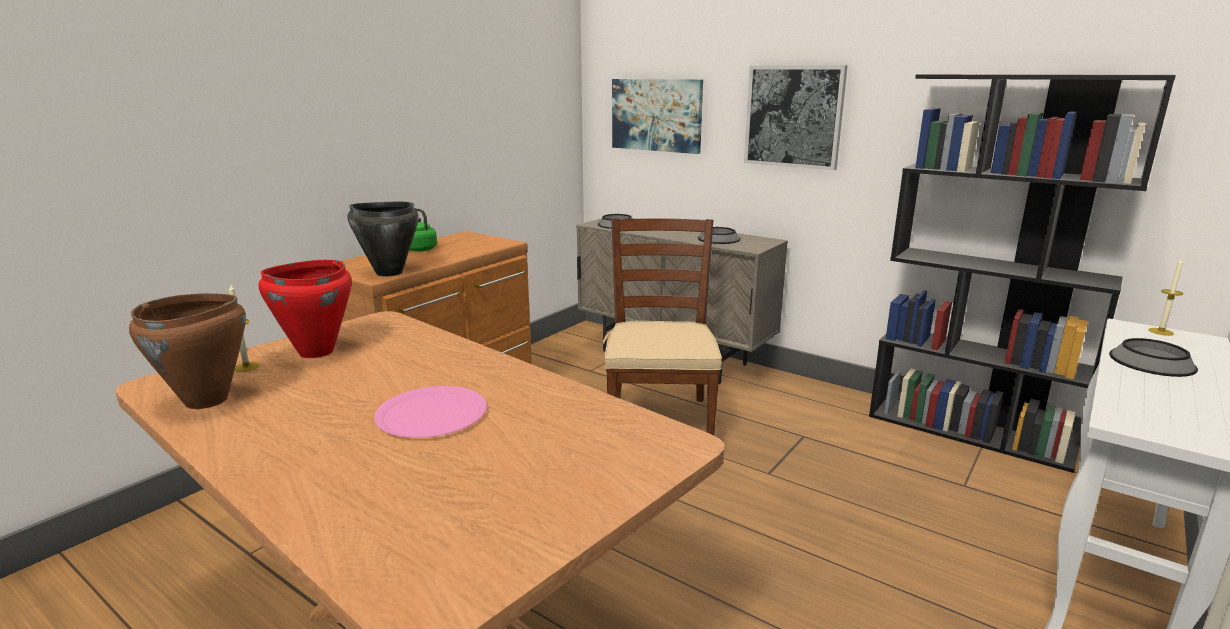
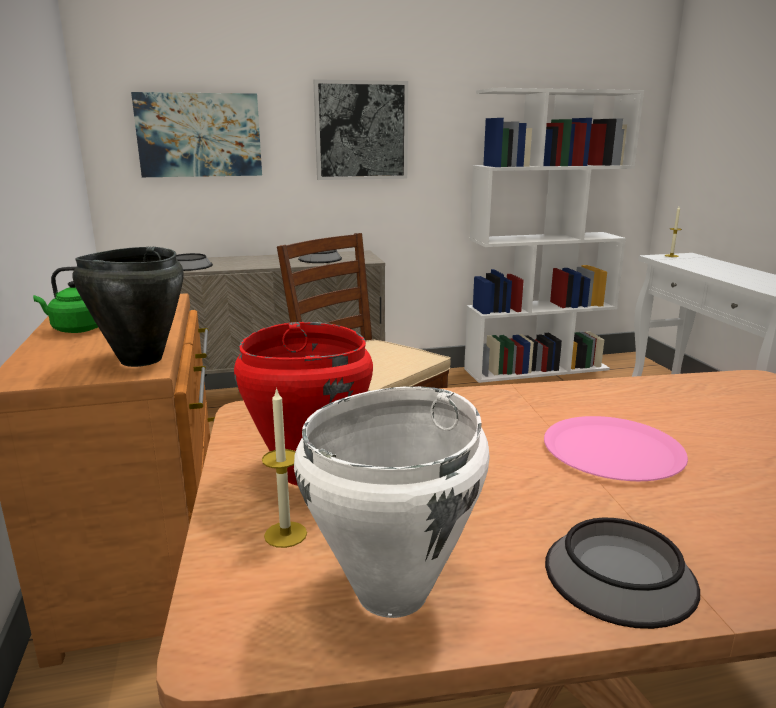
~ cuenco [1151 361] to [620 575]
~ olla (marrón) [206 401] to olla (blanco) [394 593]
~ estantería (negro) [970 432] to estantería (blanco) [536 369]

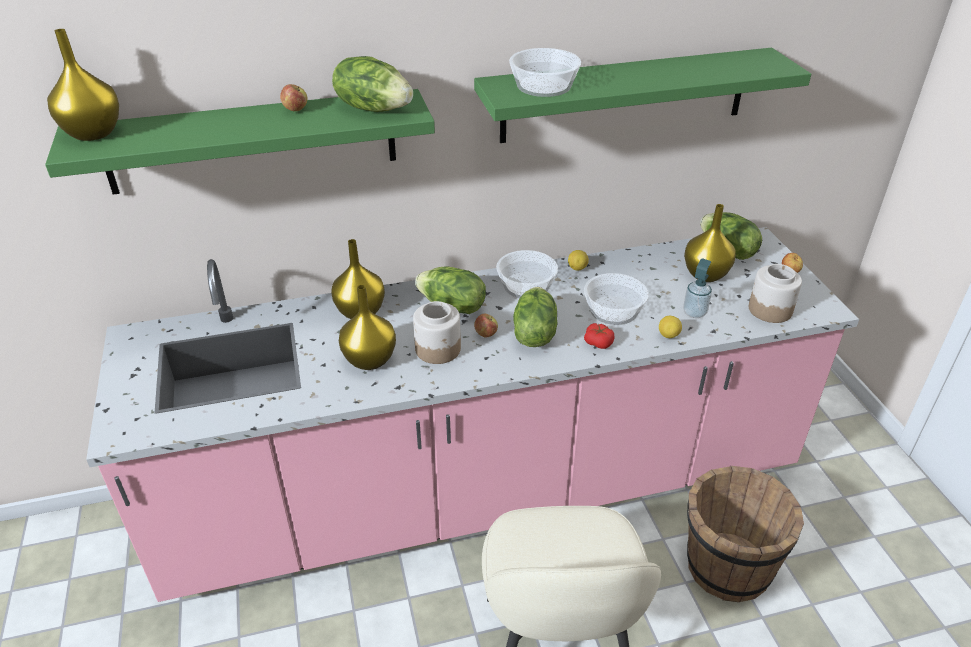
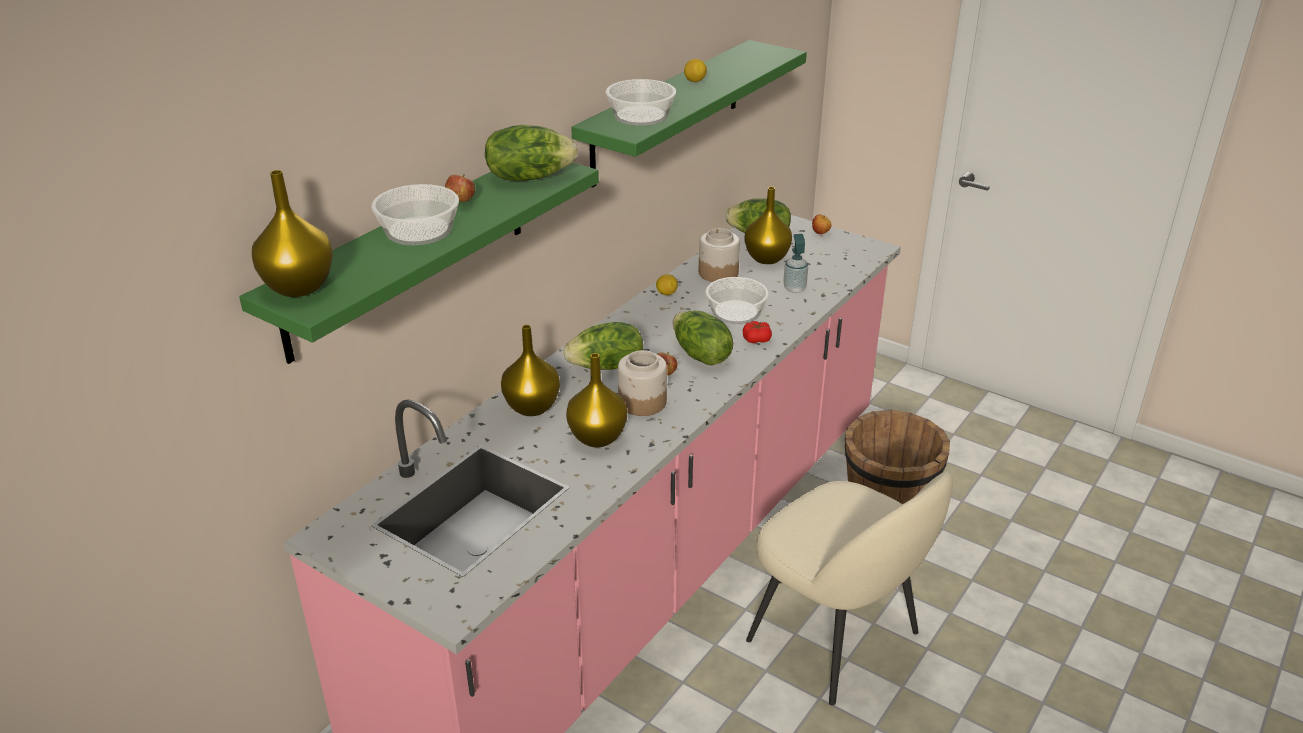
~ cuenco [526 285] to [419 230]
~ limón [668 335] to [695 81]
~ tarro [770 309] to [718 273]

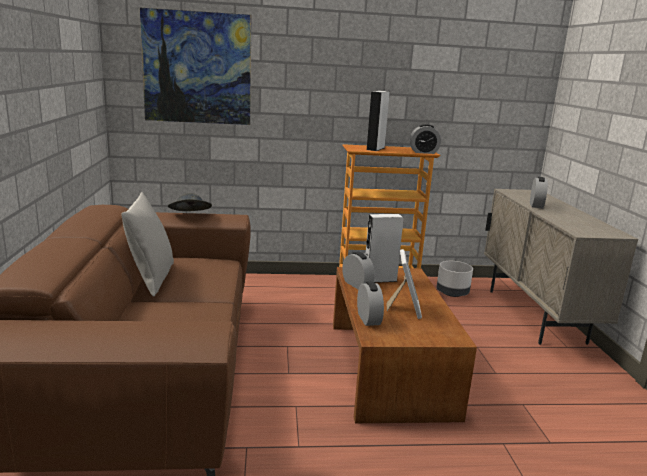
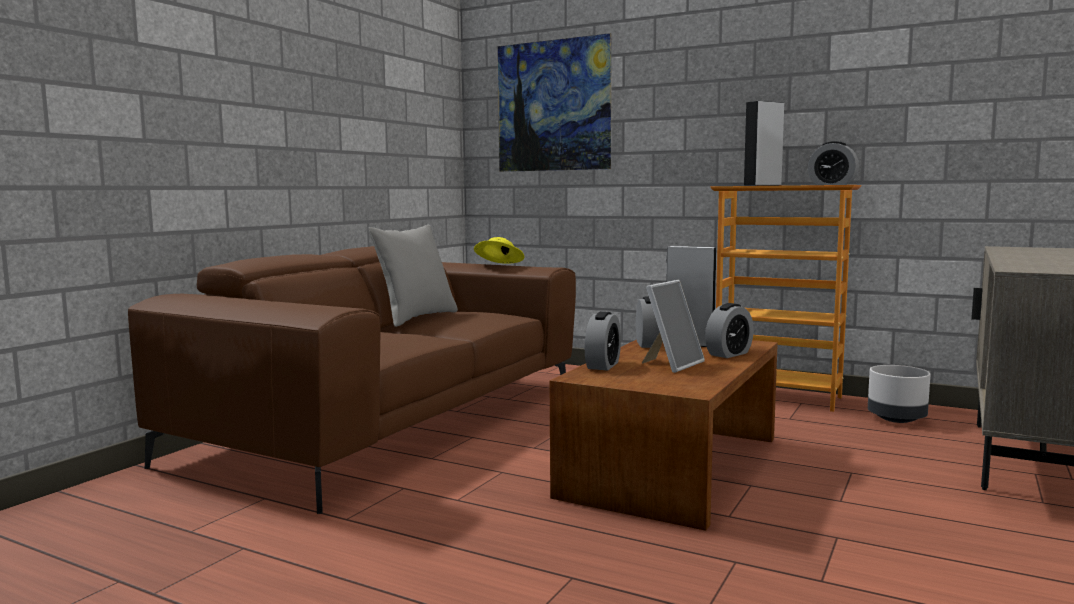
~ despertador [536 205] to [729 354]
~ sombrero (gris) [189 216] to sombrero (amarillo) [498 265]

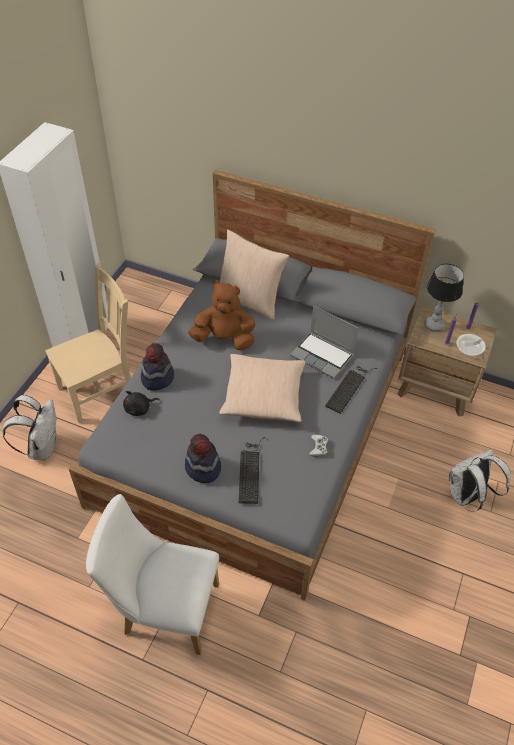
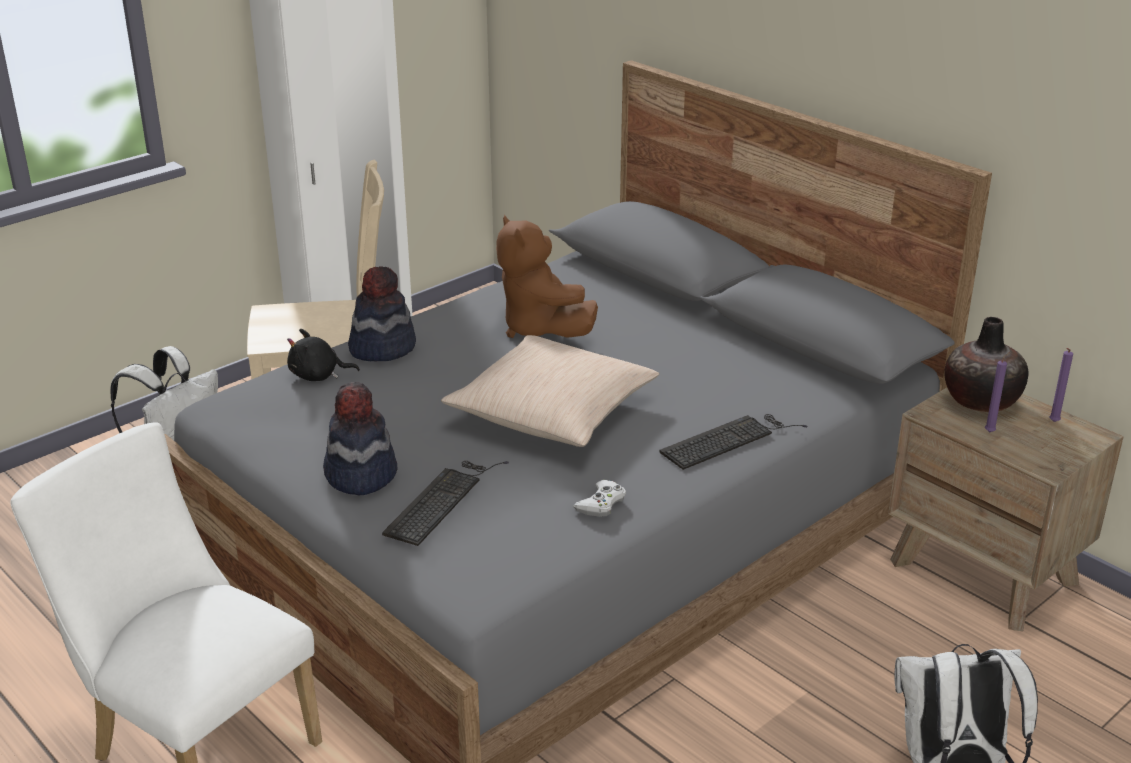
- cojín (beis) [250 299]
- portátil [323 356]
- cuenco [469 350]
~ lámpara de mesa [434 325] to florero [981 401]
~ peluche (marrón) [224 339] = [541 329] 150 degrees counterclockwise

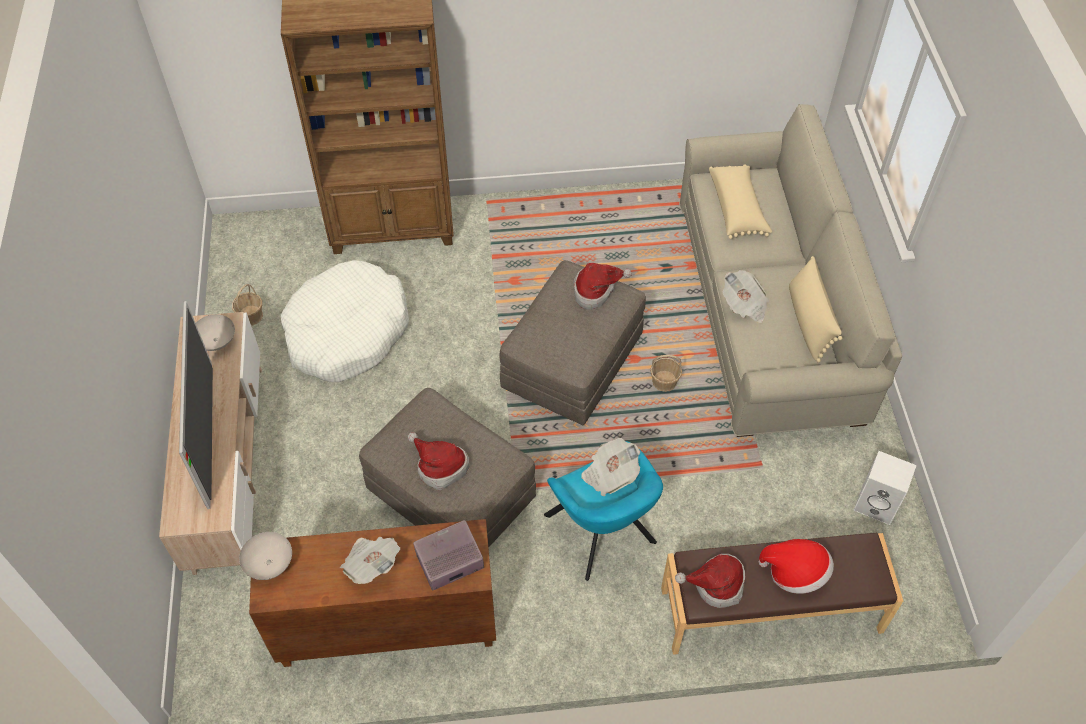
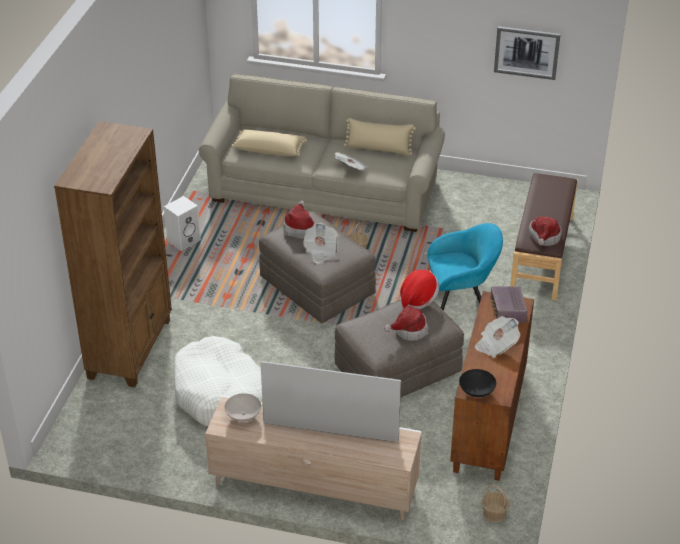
+ cuadro [526 52]
~ cesta [251 316] to [494 513]
~ periódico [610 474] to [321 251]
~ sombrero [795 573] to [417 299]
~ altavoz (blanco) [877 504] to [184 240]
~ cuenco (blanco) [268 563] to cuenco (negro) [476 392]

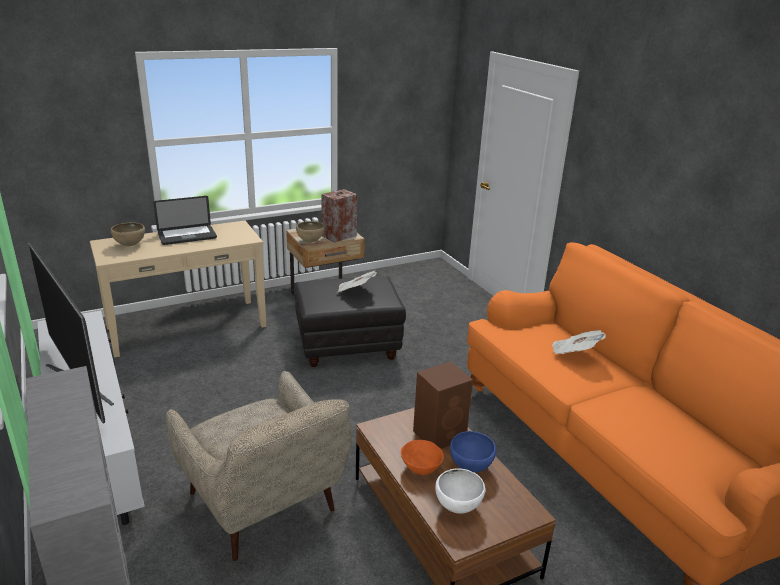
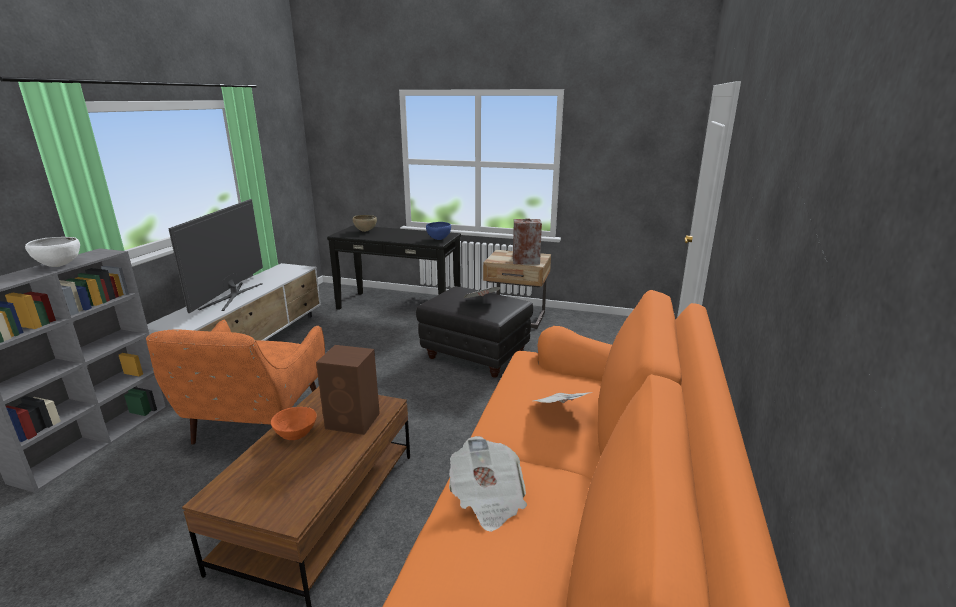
- portátil [187 236]
- cuenco (marrón) [310 241]
+ periódico [487 499]
~ cuenco (blanco) [458 507] to [59 266]
~ cuenco (azul) [470 467] to [439 239]
~ mesa consola (beis) [187 327] to mesa consola (negro) [399 306]
~ sillón (beis) [265 507] to sillón (naranja) [255 425]

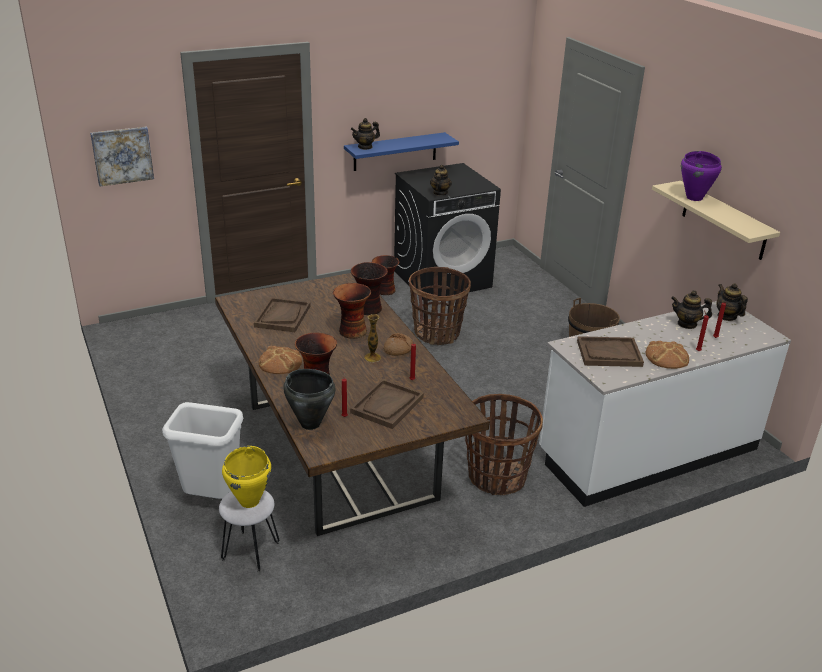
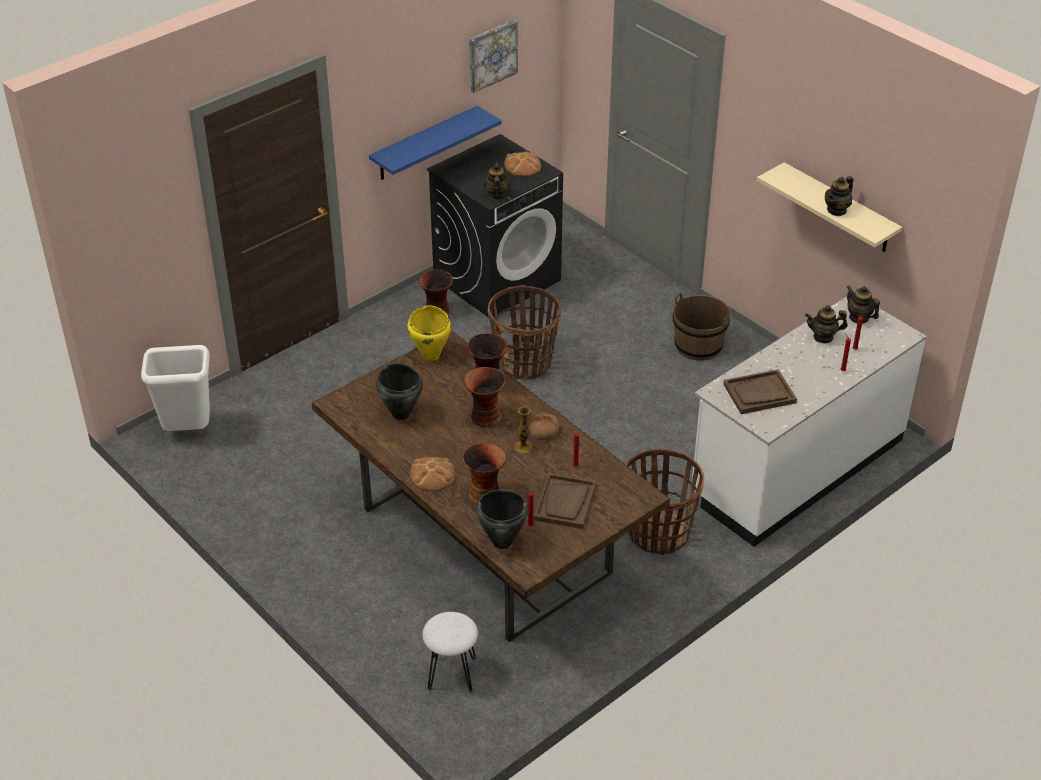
- olla (morado) [694 198]
~ cuadro [122 155] to [492 55]
~ papelera (blanco) [211 499] to [187 432]
~ olla (amarillo) [250 501] to [431 355]
~ tetera [365 147] to [837 210]
~ pan [666 357] to [522 166]
~ bandeja (marrón) [282 316] to olla (negro) [401 413]

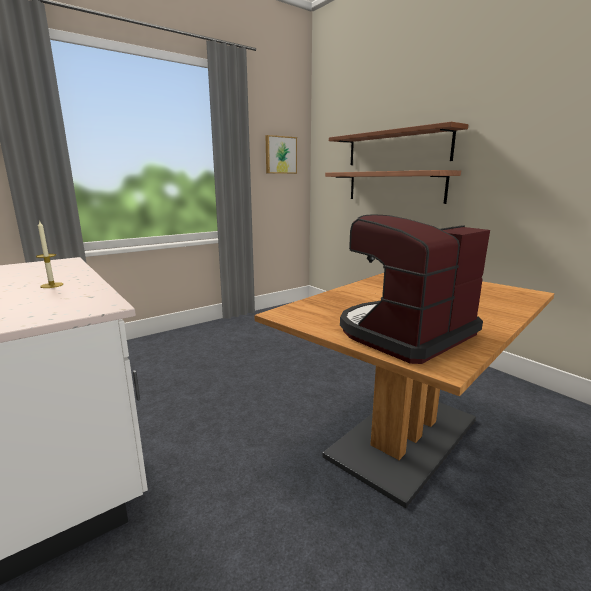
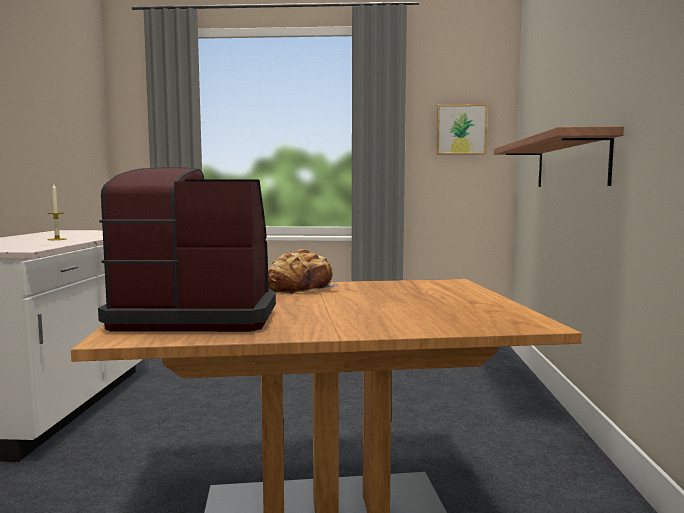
- estante (marrón) [396 148]
+ pan [300 288]

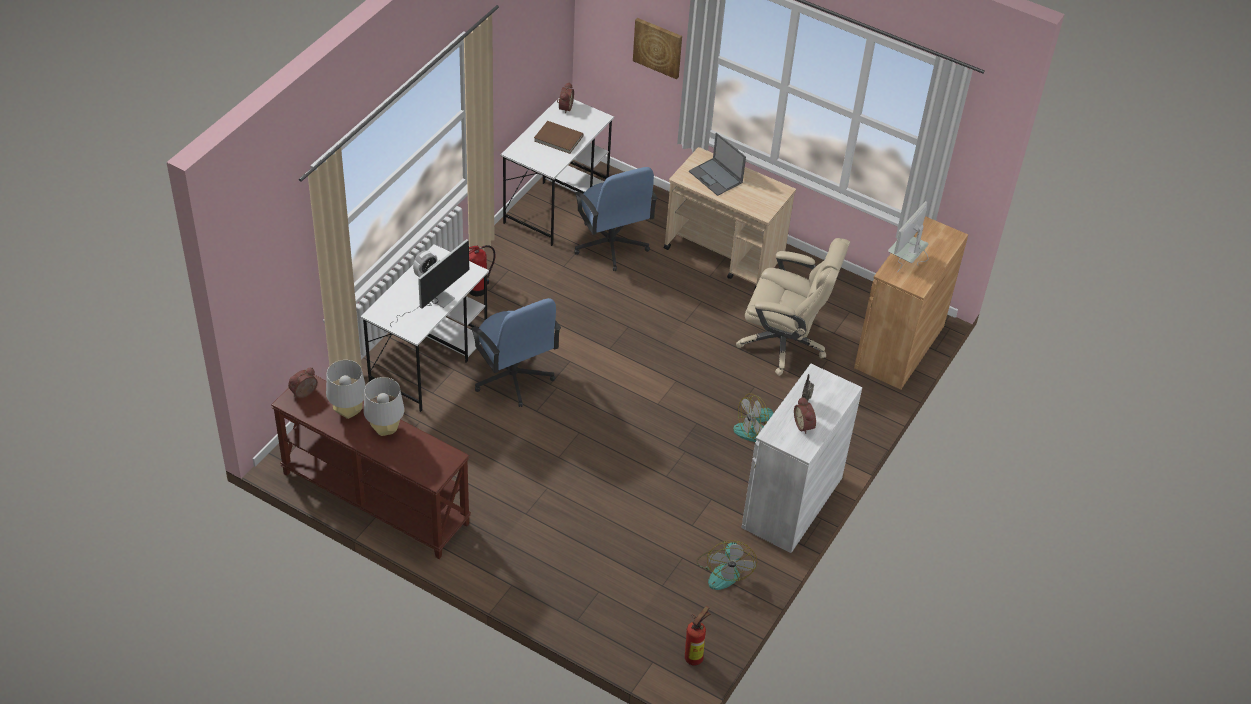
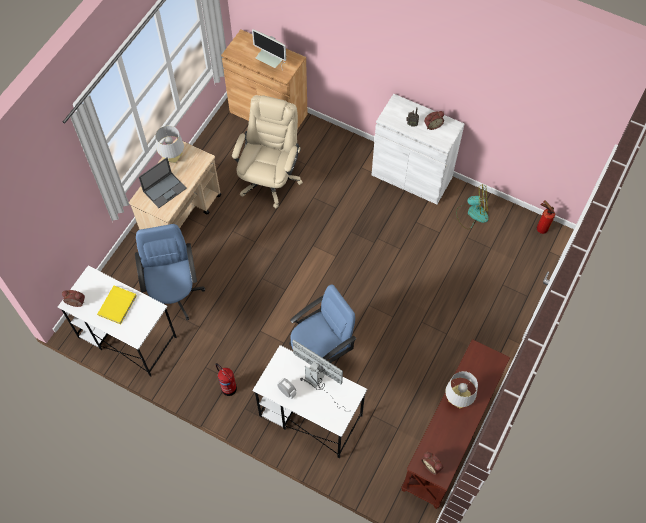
- cuadro [658 47]
- ventilador [757 430]
~ lámpara de mesa (gris) [348 412] to [173 158]
~ libro (marrón) [558 139] to libro (amarillo) [118 305]
~ silla de oficina (azul) [610 245] = [174 294] 75 degrees counterclockwise

